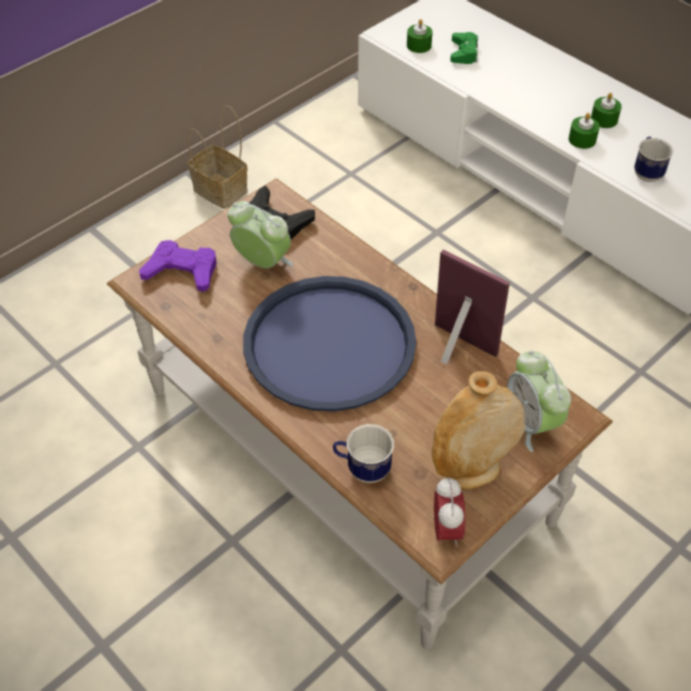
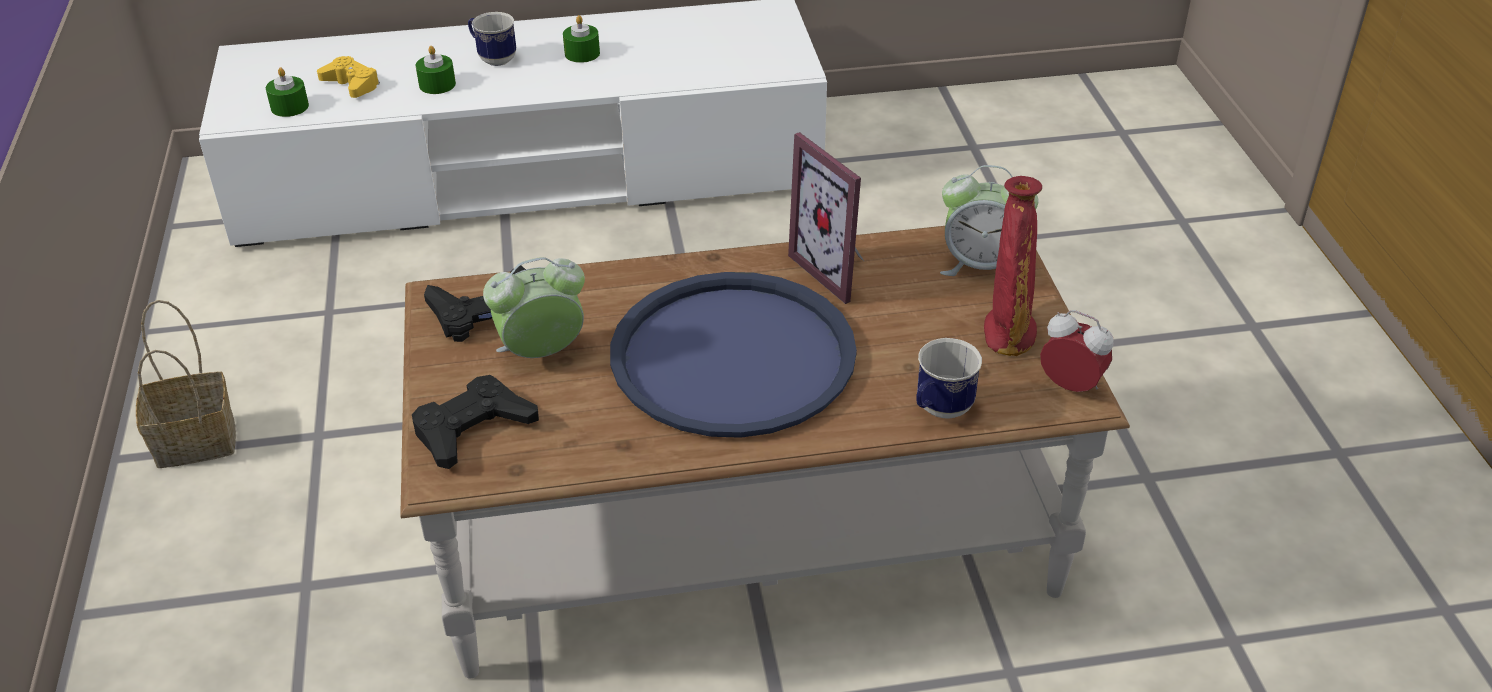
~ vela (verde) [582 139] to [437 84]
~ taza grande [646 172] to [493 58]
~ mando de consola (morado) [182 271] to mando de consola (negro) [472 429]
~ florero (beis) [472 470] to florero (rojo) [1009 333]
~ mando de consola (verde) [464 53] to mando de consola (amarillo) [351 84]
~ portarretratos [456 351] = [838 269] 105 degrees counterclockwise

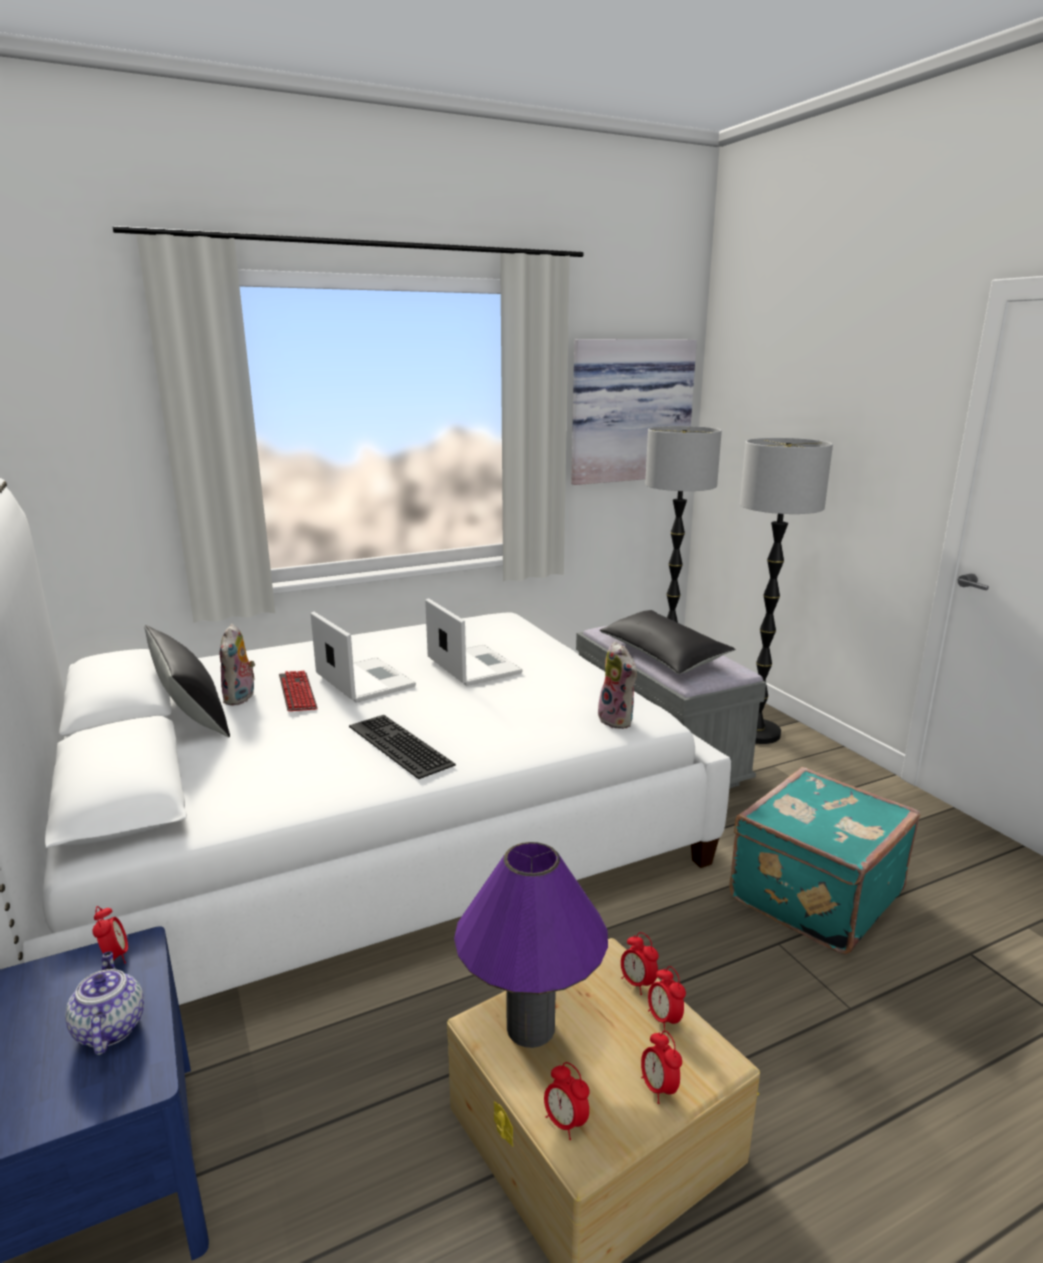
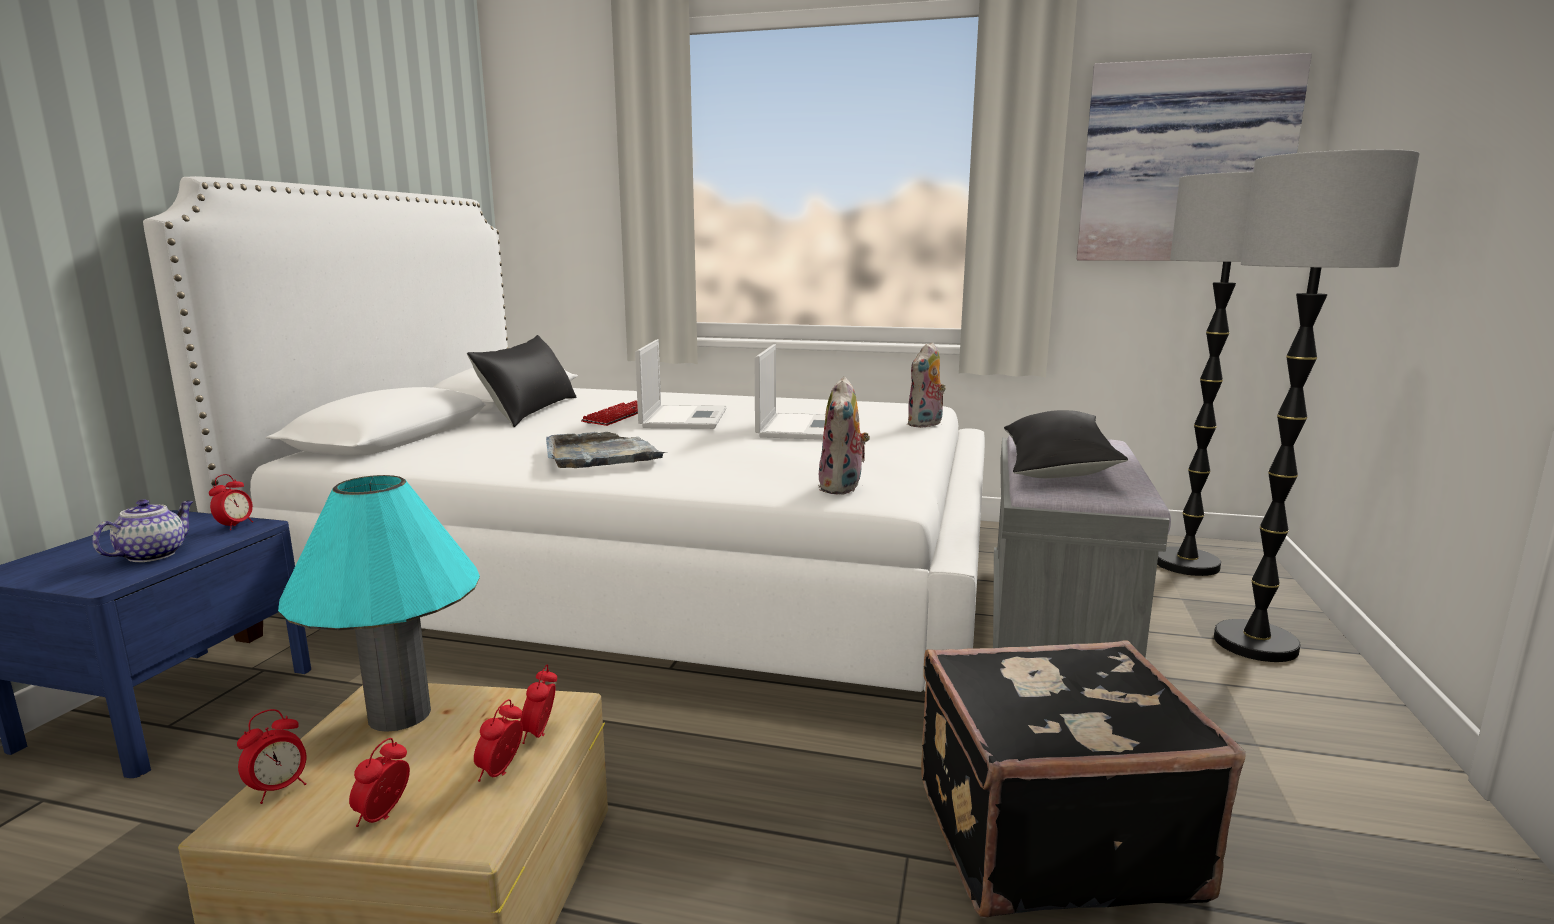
~ peluche [241 698] to [926 424]
~ teclado [396 745] to bandeja (gris) [602 455]
~ lámpara de mesa (morado) [530 1027] to lámpara de mesa (turquesa) [399 715]
~ maleta (turquesa) [812 894] to maleta (negro) [1048 834]
~ despertador [565 1122] = [279 789] 135 degrees counterclockwise

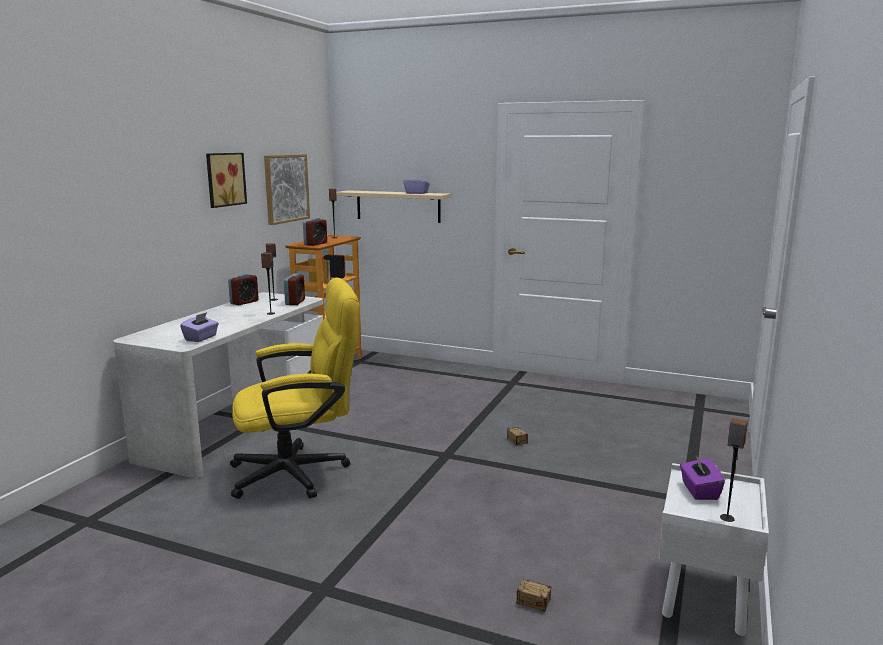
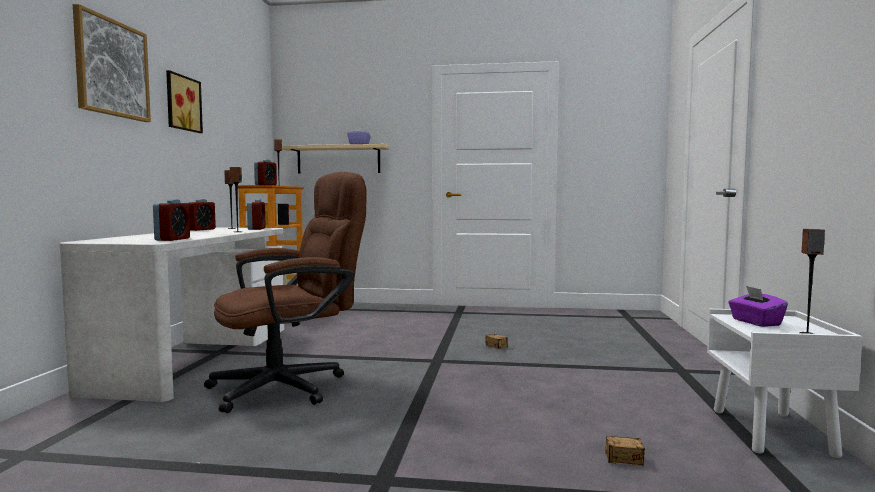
~ cuadro [286 188] to [112 68]
~ caja de pañuelos (morado) [201 338] to despertador [172 239]
~ silla de oficina (amarillo) [300 472] to silla de oficina (marrón) [291 386]

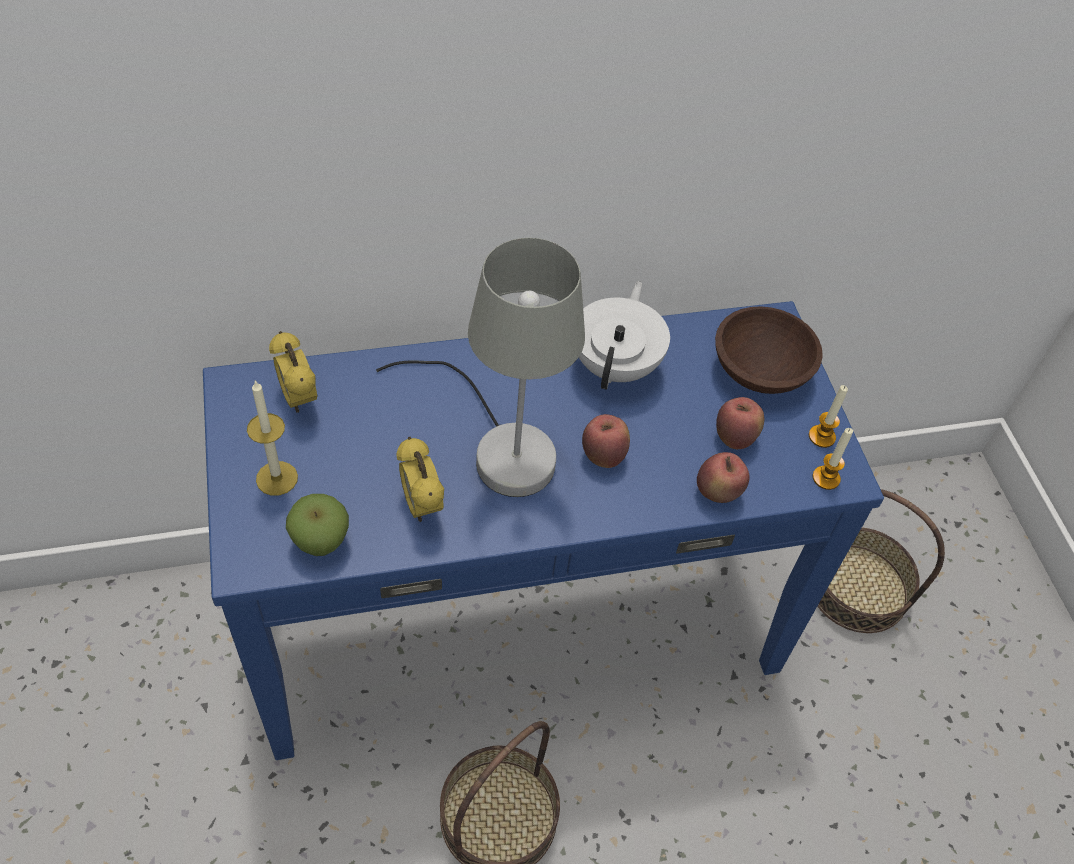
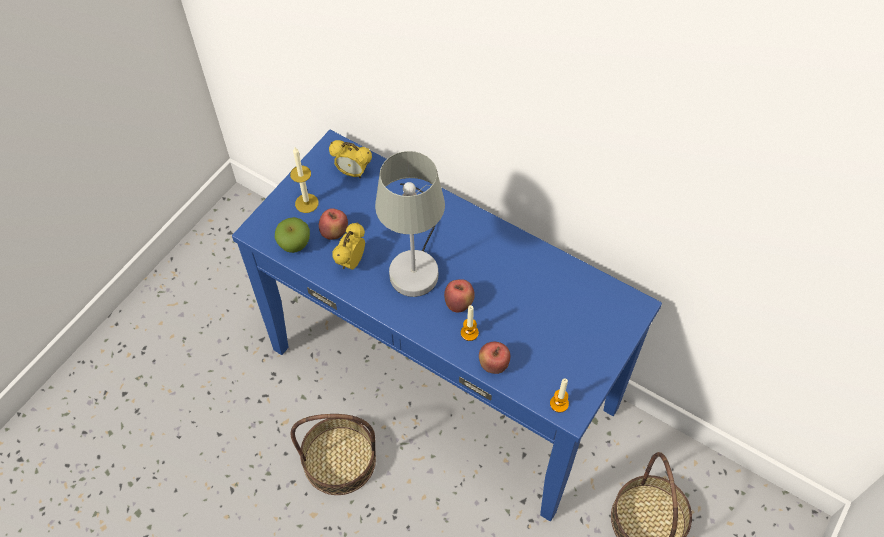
- tetera (blanco) [616 365]
- cuenco (marrón) [758 369]
~ manzana [734 438] to [334 233]
~ vela [821 437] to [469 333]
~ despertador [298 399] = [353 173] 90 degrees counterclockwise

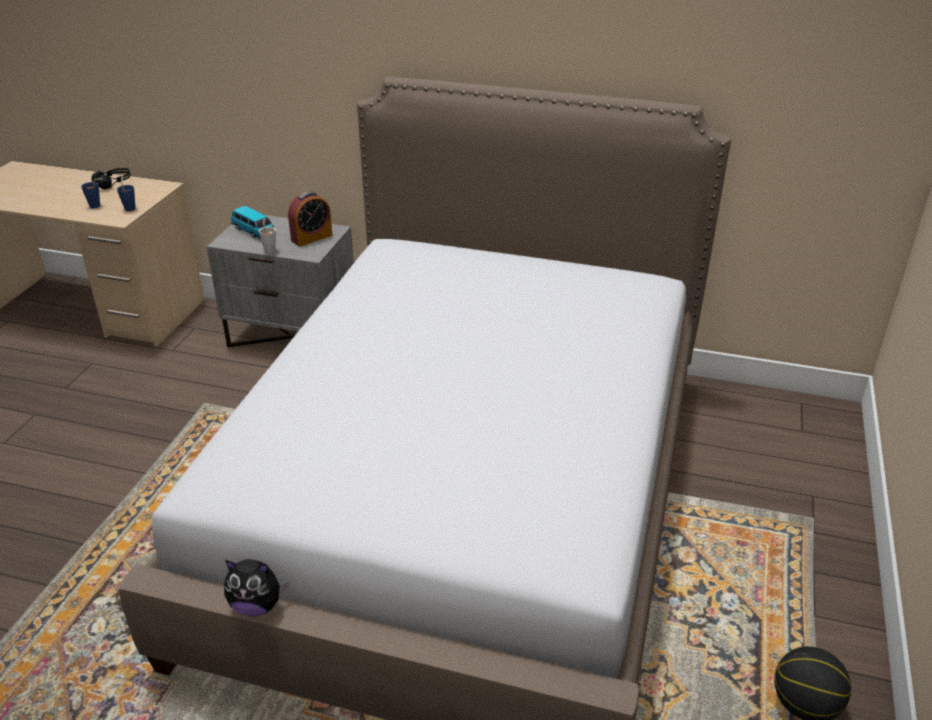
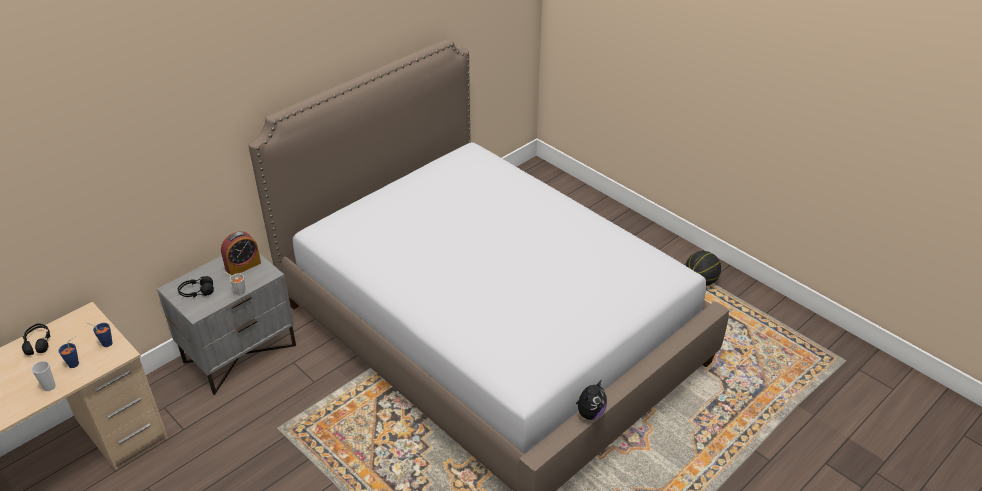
+ taza [49 387]
~ coche de juguete [253 231] to auriculares (negro) [197 292]
~ despertador [311 238] = [243 266] 60 degrees clockwise

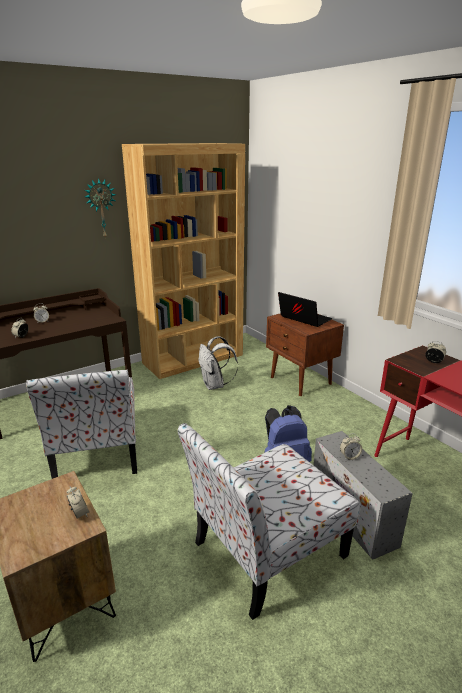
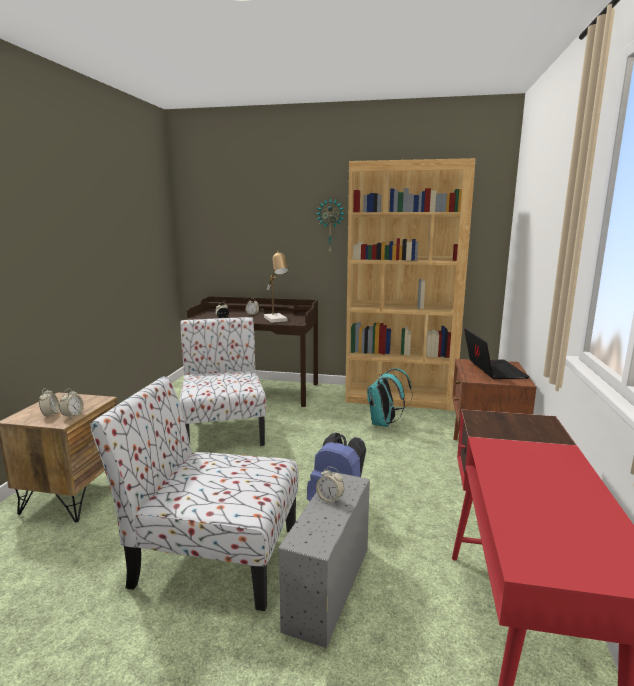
+ lámpara de mesa [277 320]
~ despertador [433 361] to [50 414]
~ mochila (blanco) [215 385] to mochila (turquesa) [384 423]
~ silla [97 452] = [224 429] 135 degrees clockwise

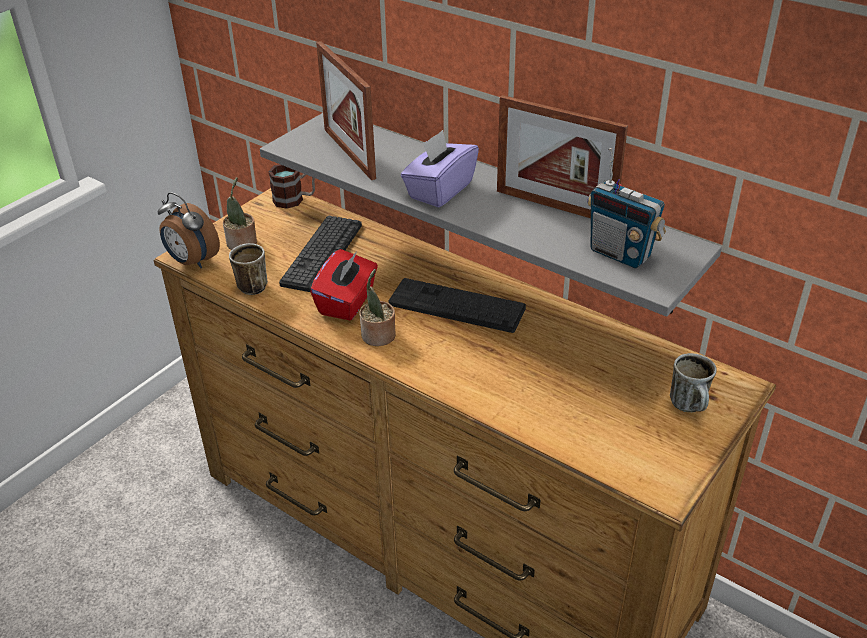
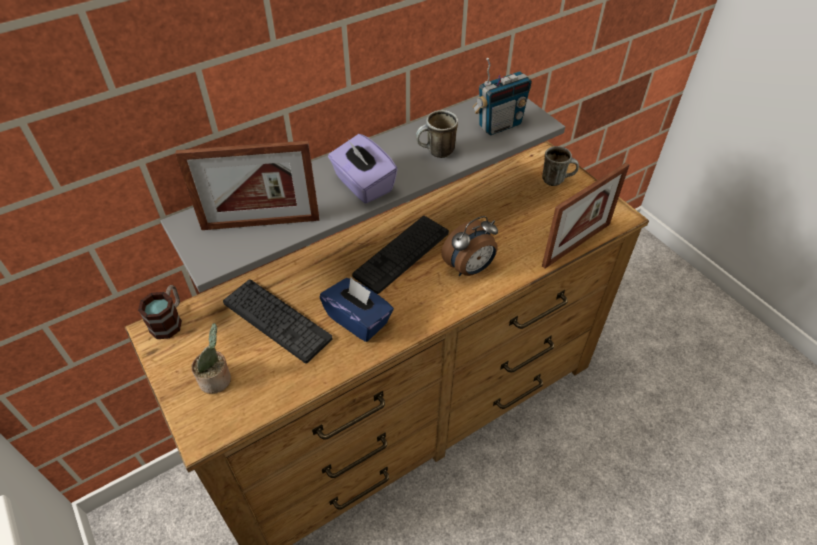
- planta en maceta [378 337]
~ despertador [192 262] to [470 269]
~ taza grande [248 286] to [436 153]
~ portarretratos [554 206] to [576 244]
~ caja de pañuelos (rojo) [347 302] to caja de pañuelos (azul) [358 320]

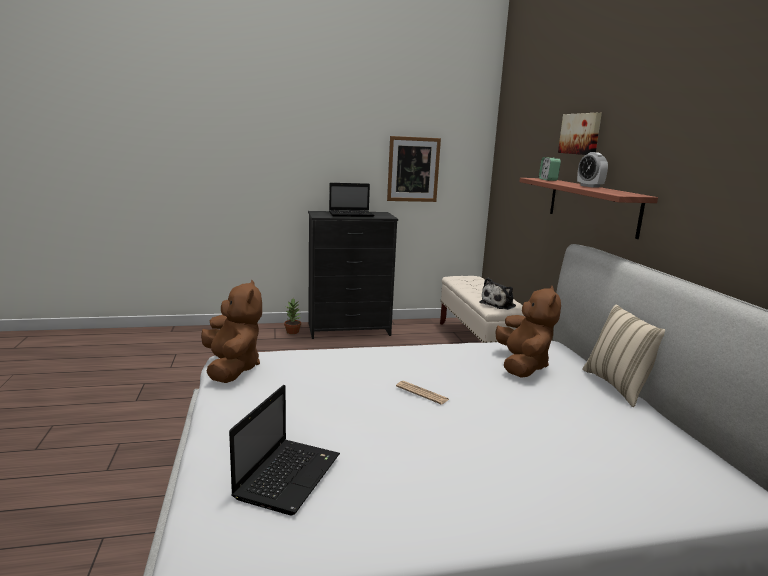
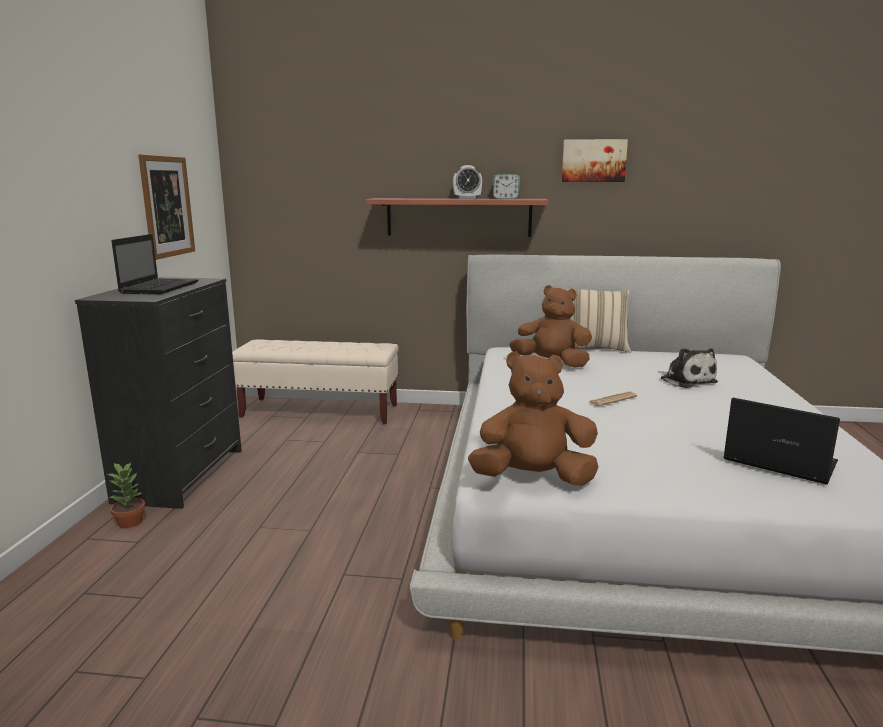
~ peluche [499 304] to [686 380]
~ despertador [548 180] to [506 198]
~ cuadro [581 134] to [593 161]

